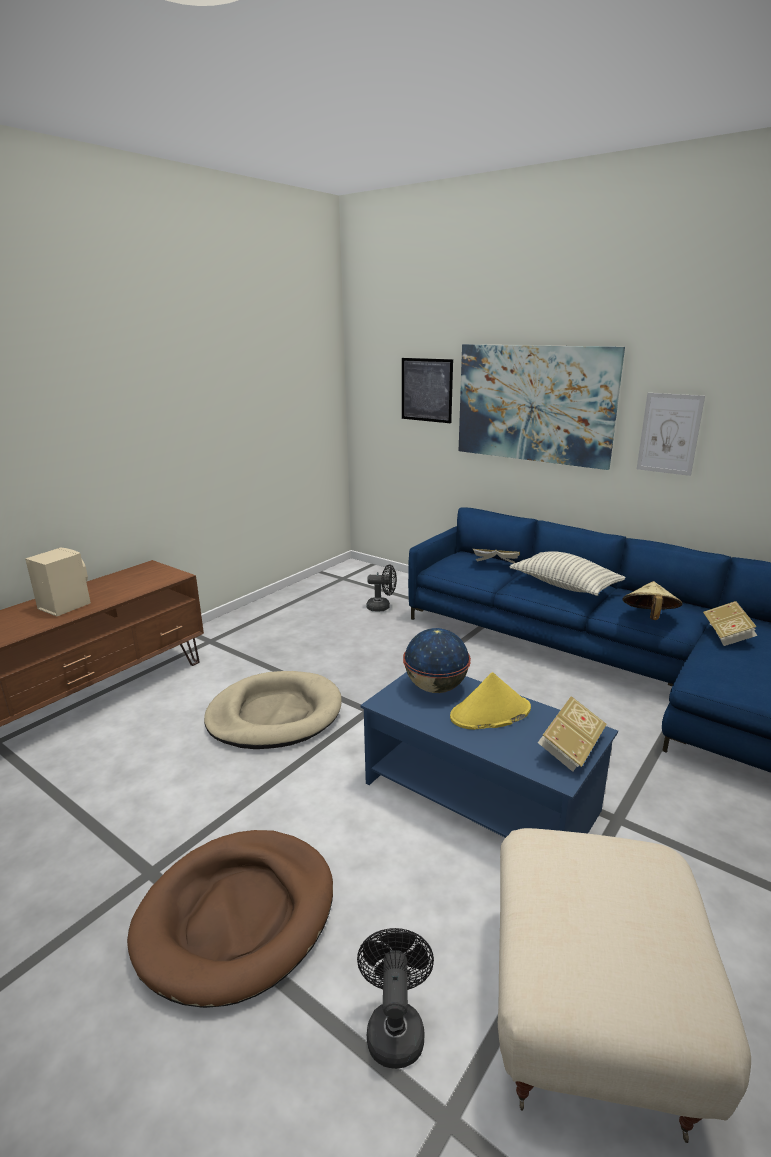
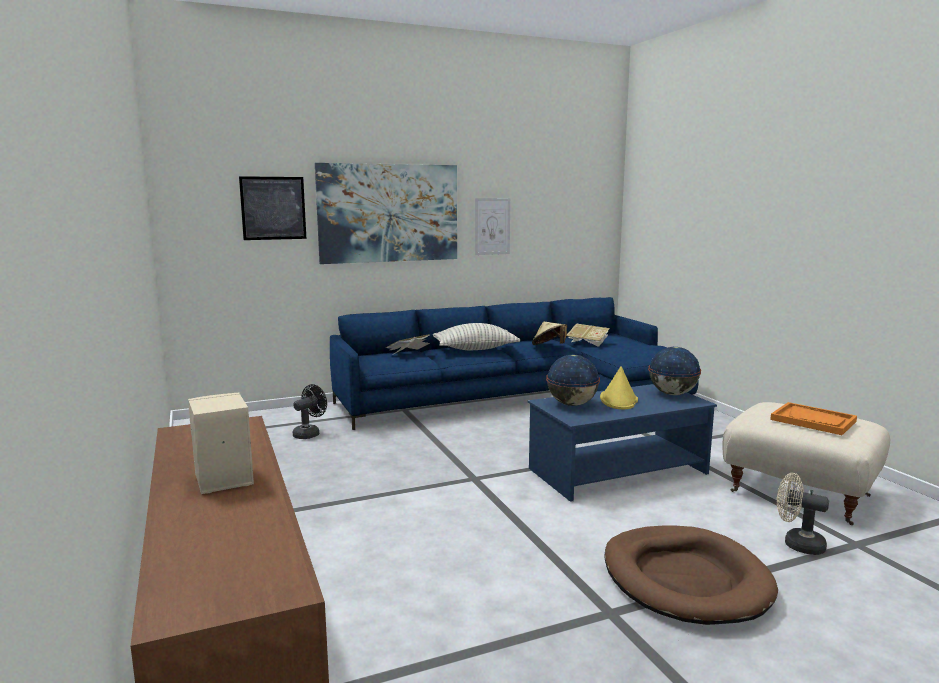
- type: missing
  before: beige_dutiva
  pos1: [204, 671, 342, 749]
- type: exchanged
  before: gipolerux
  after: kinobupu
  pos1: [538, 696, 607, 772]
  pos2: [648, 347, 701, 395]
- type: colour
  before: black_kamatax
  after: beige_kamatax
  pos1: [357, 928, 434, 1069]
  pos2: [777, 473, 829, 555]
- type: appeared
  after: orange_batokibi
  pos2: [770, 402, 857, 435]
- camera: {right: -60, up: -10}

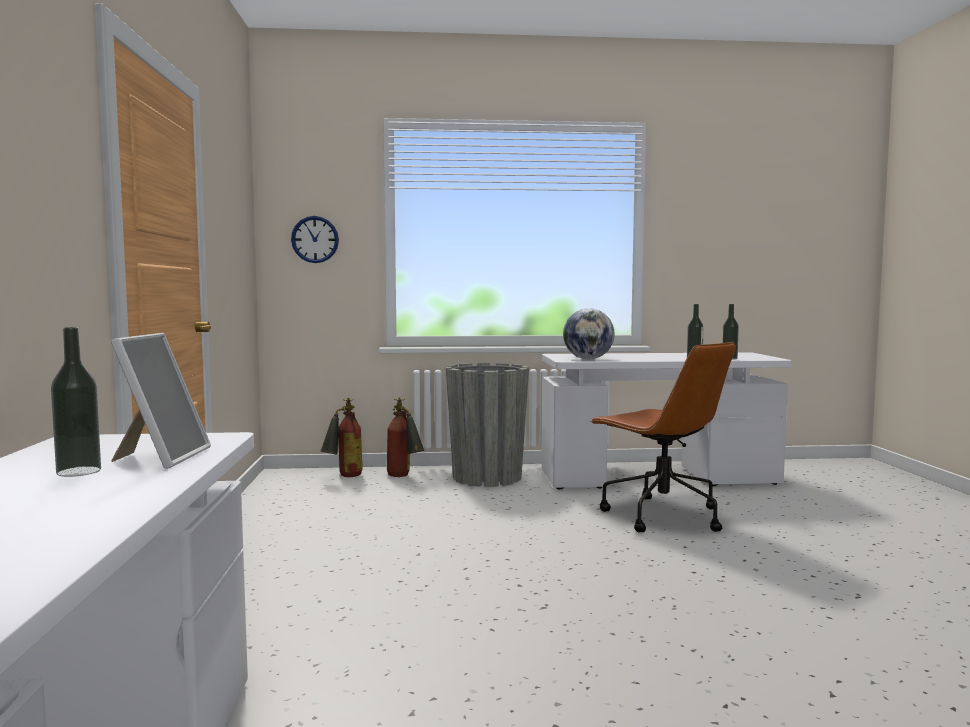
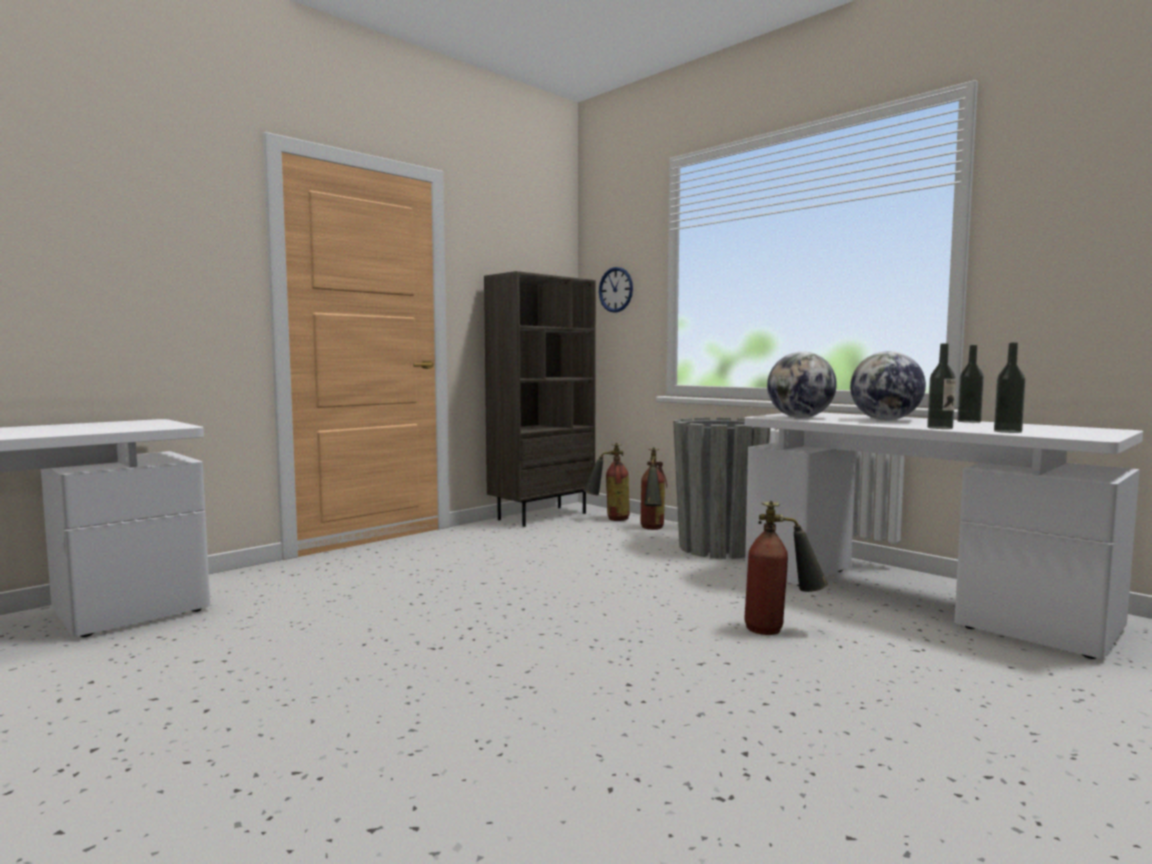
- type: relocated
  before: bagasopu
  pos1: [51, 327, 101, 477]
  pos2: [957, 345, 984, 423]
- type: missing
  before: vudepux
  pos1: [111, 333, 211, 469]
- type: exchanged
  before: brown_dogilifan
  after: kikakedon
  pos1: [590, 342, 736, 532]
  pos2: [744, 501, 828, 635]
- type: appeared
  after: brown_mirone
  pos2: [484, 271, 596, 527]
- type: appeared
  after: kinobupu
  pos2: [850, 351, 926, 420]
- camera: {right: 50, up: 0}

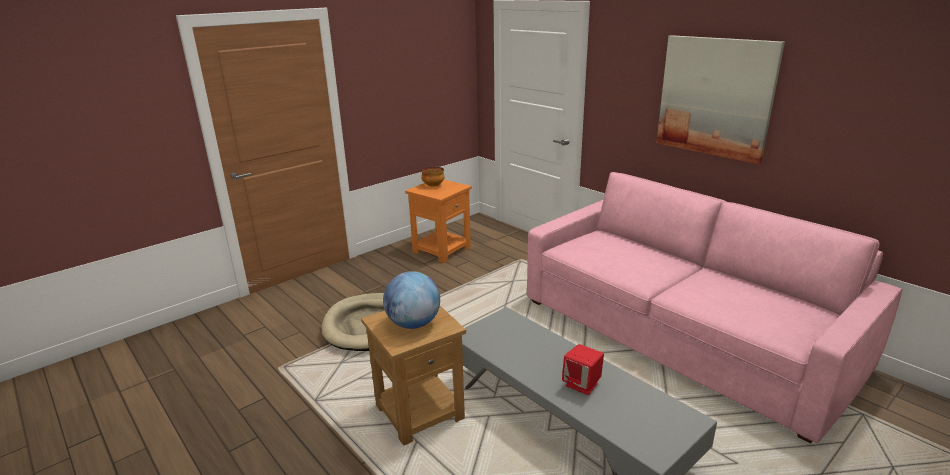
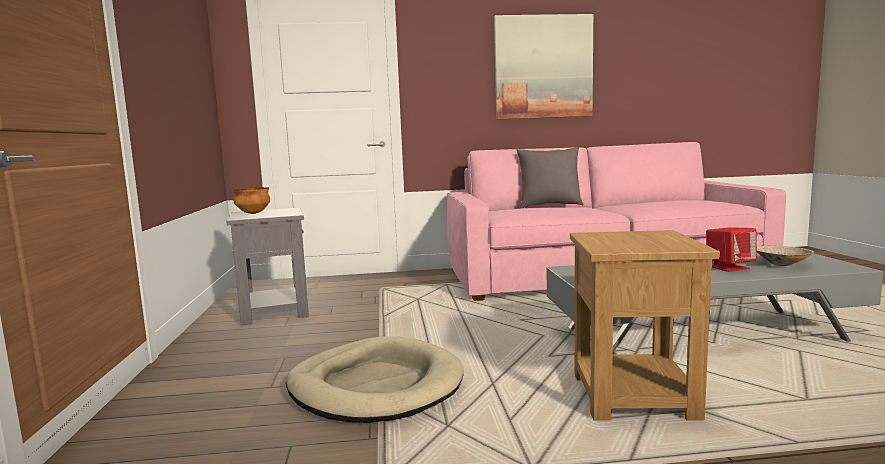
- type: colour
  before: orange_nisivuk
  after: grey_nisivuk
  pos1: [405, 180, 472, 263]
  pos2: [226, 208, 309, 325]
- type: missing
  before: kinobupu
  pos1: [383, 271, 440, 329]
- type: appeared
  after: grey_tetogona
  pos2: [517, 147, 583, 208]
- type: appeared
  after: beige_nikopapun
  pos2: [757, 246, 814, 266]
- camera: {right: -55, up: -15}

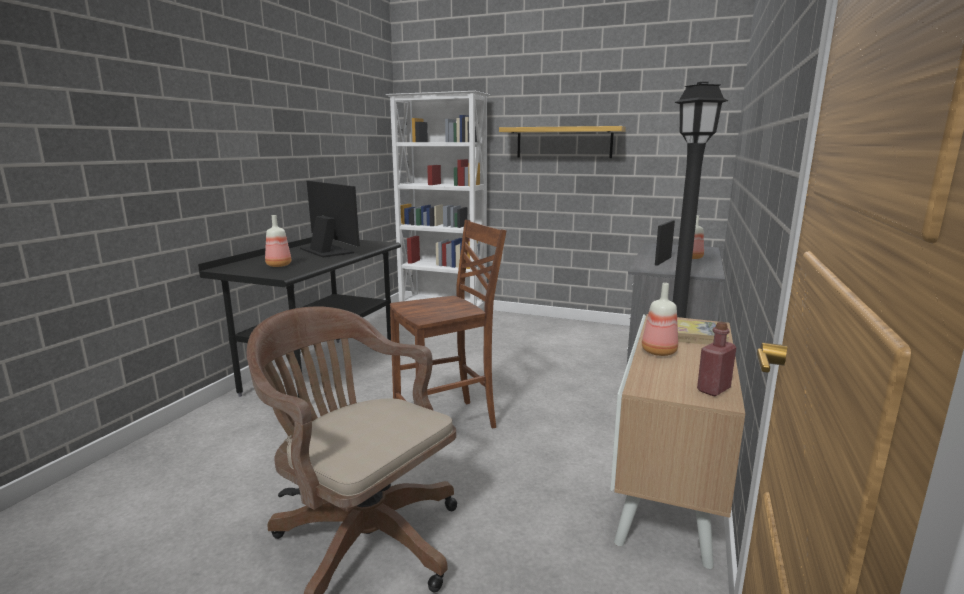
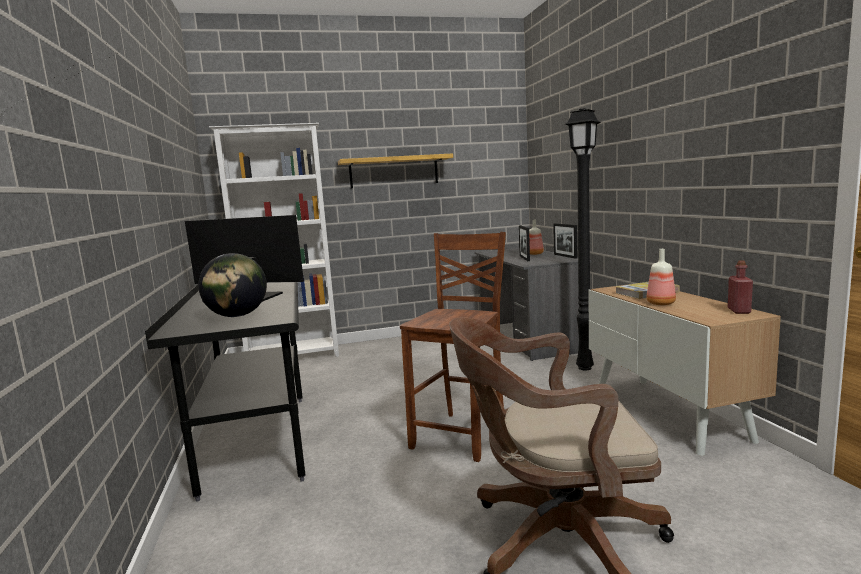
- type: exchanged
  before: bagasopu
  after: kinobupu
  pos1: [265, 215, 291, 267]
  pos2: [198, 253, 267, 317]
- type: appeared
  after: vudepux
  pos2: [553, 223, 577, 259]
- camera: {right: -35, up: -5}

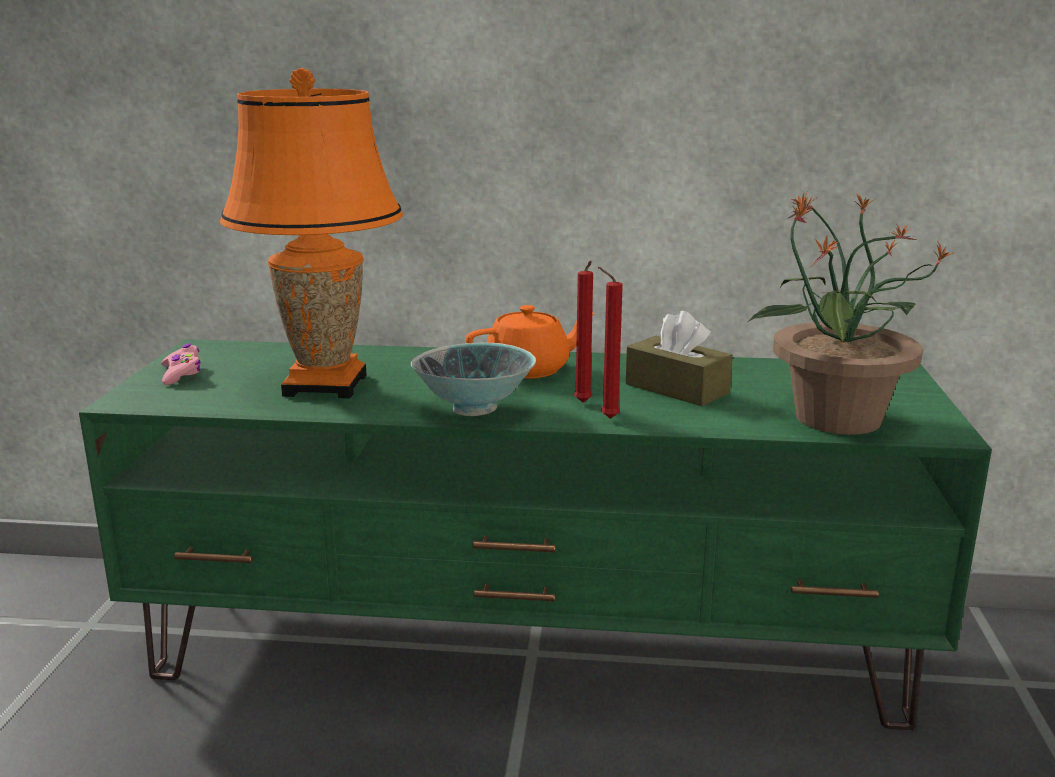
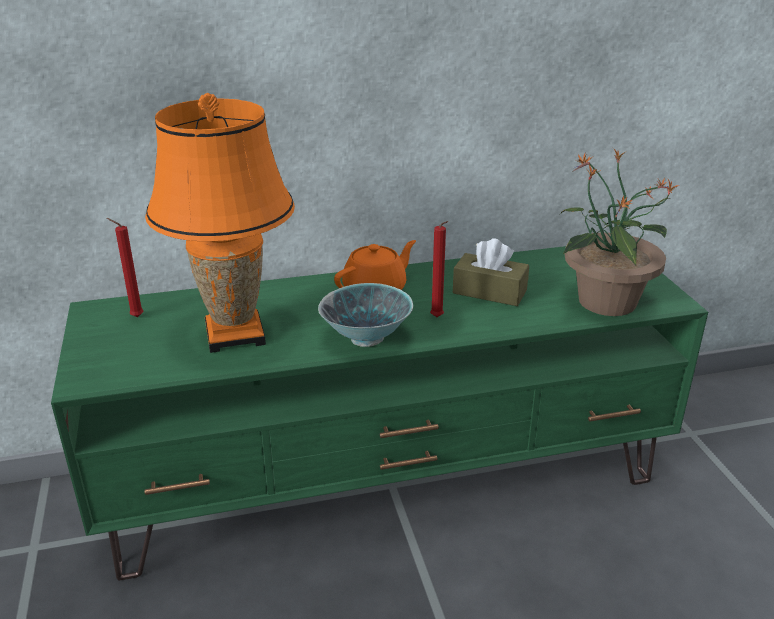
- type: relocated
  before: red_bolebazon
  pos1: [598, 267, 623, 419]
  pos2: [107, 218, 143, 317]
- type: missing
  before: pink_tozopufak
  pos1: [161, 343, 201, 385]
- camera: {right: -20, up: 10}

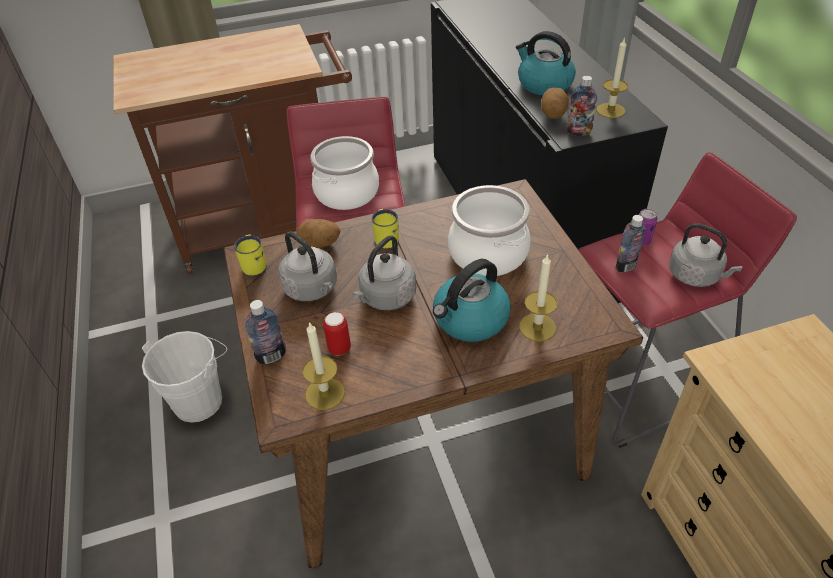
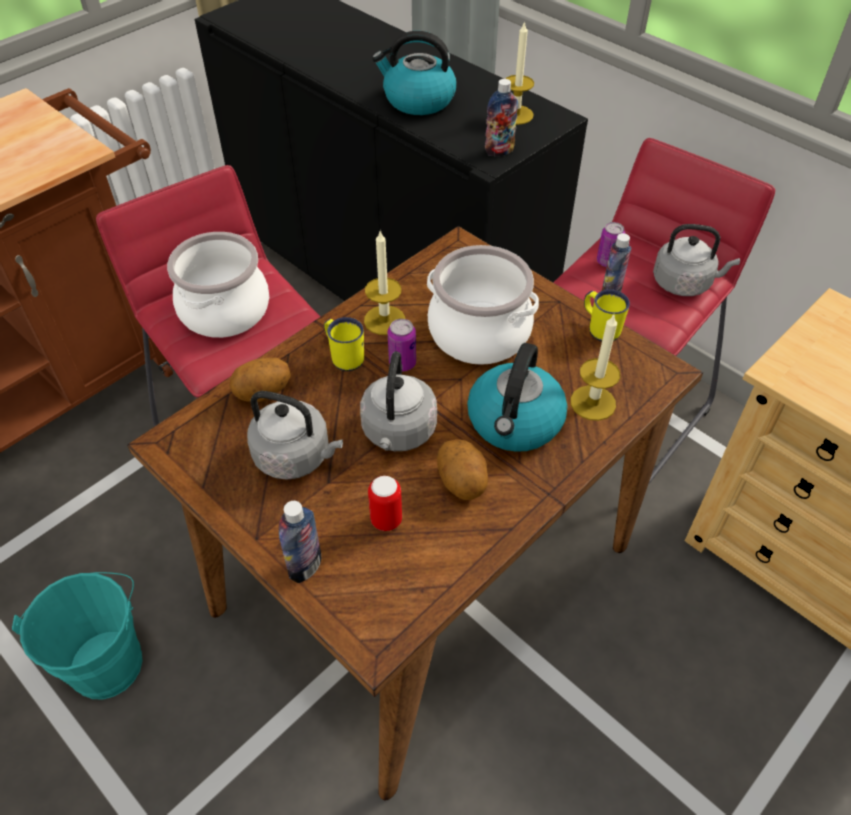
- type: relocated
  before: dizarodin
  pos1: [541, 87, 569, 119]
  pos2: [437, 439, 488, 500]
- type: relocated
  before: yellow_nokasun
  pos1: [234, 234, 267, 277]
  pos2: [584, 289, 630, 342]
- type: relocated
  before: bolebazon
  pos1: [302, 322, 345, 410]
  pos2: [364, 231, 405, 335]
- type: colour
  before: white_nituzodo
  after: turquoise_nituzodo
  pos1: [142, 331, 227, 423]
  pos2: [12, 572, 142, 699]
- type: appeared
  after: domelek
  pos2: [388, 319, 416, 372]
- camera: {right: -30, up: 5}

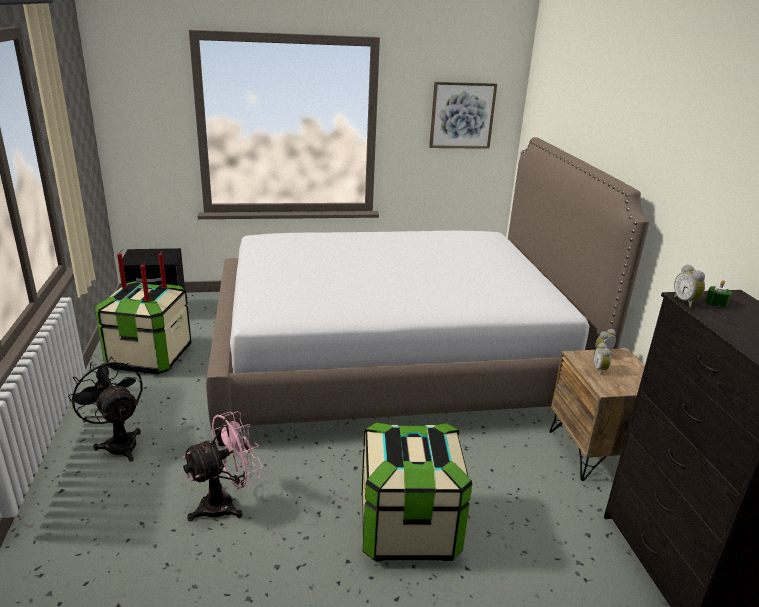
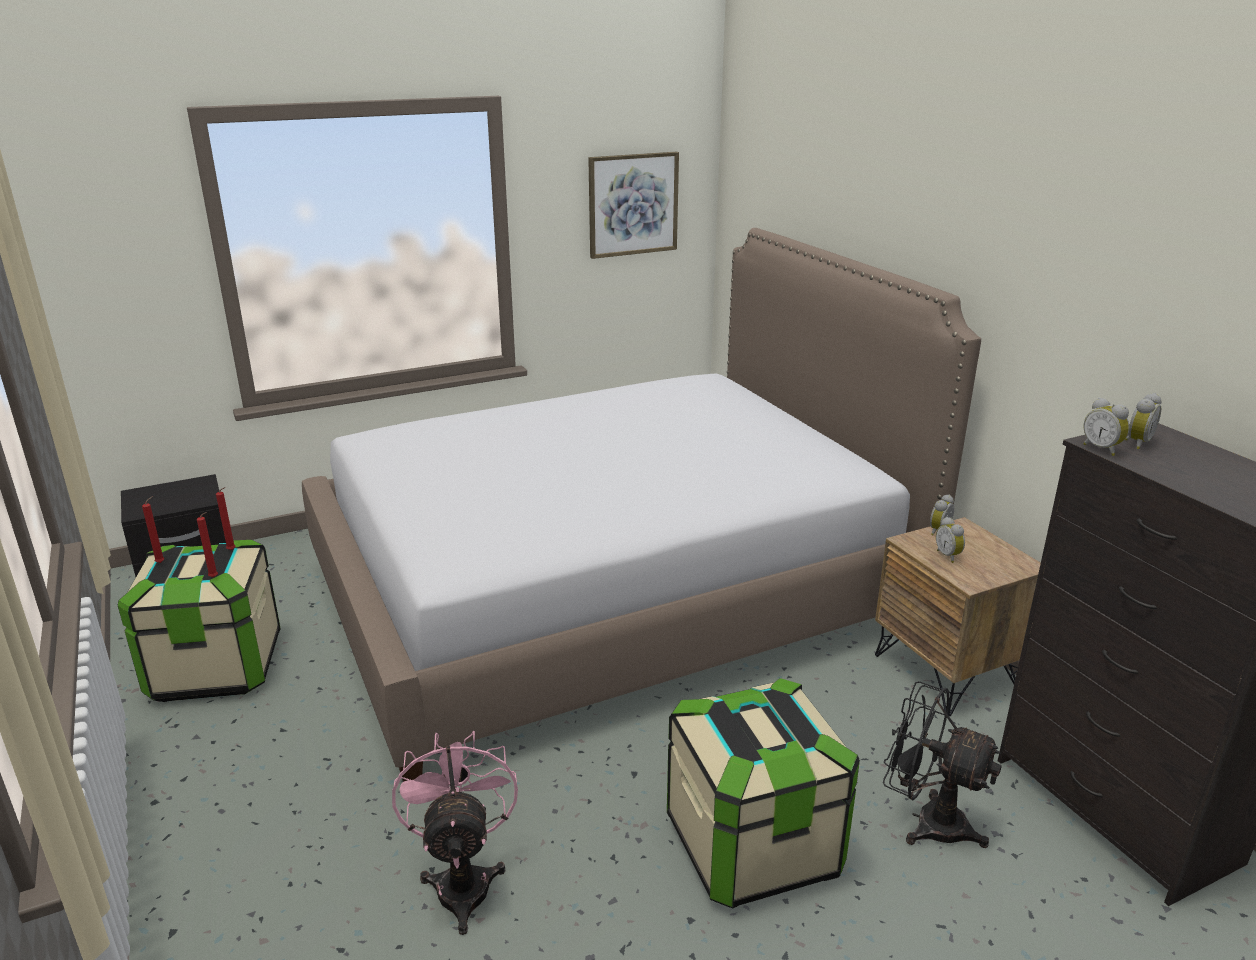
- type: exchanged
  before: green_bolebazon
  after: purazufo
  pos1: [705, 280, 732, 307]
  pos2: [1125, 393, 1162, 449]
- type: relocated
  before: black_kamatax
  pos1: [68, 357, 142, 462]
  pos2: [883, 681, 1002, 848]
- type: spun
  before: pink_kamatax
  pos1: [182, 411, 263, 521]
  pos2: [392, 731, 518, 935]
  turn: -45
- camera: {right: -15, up: 0}

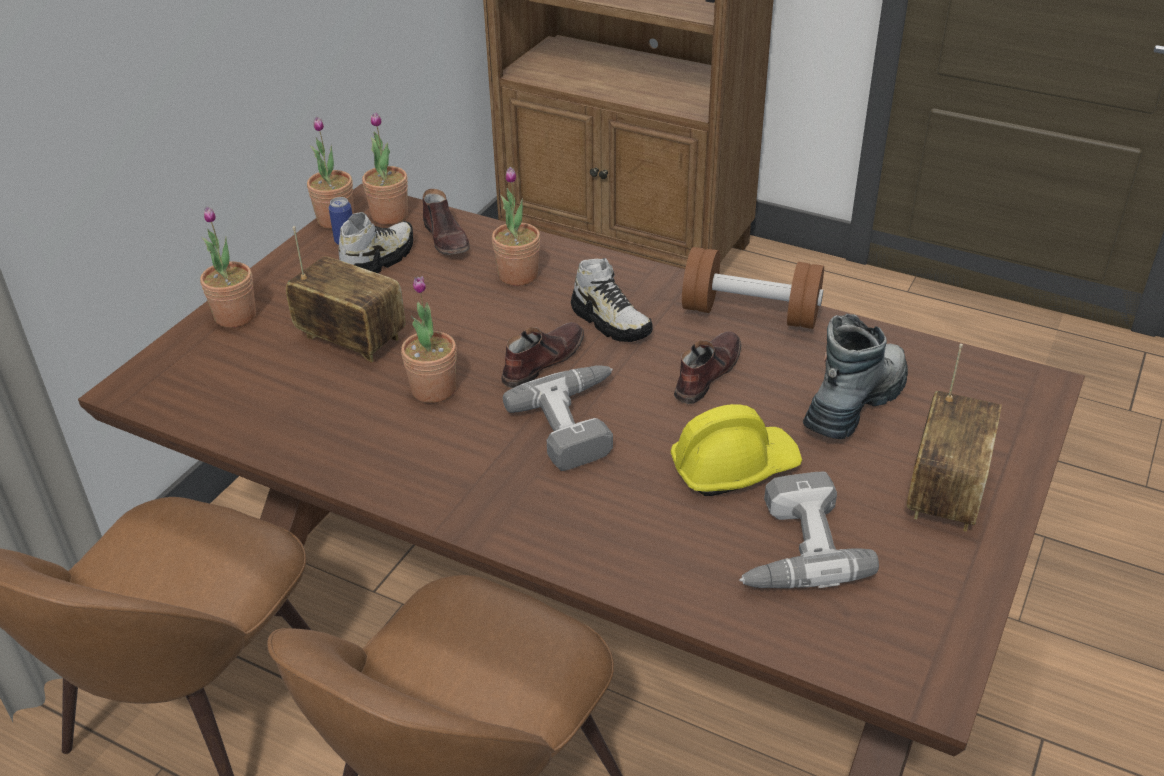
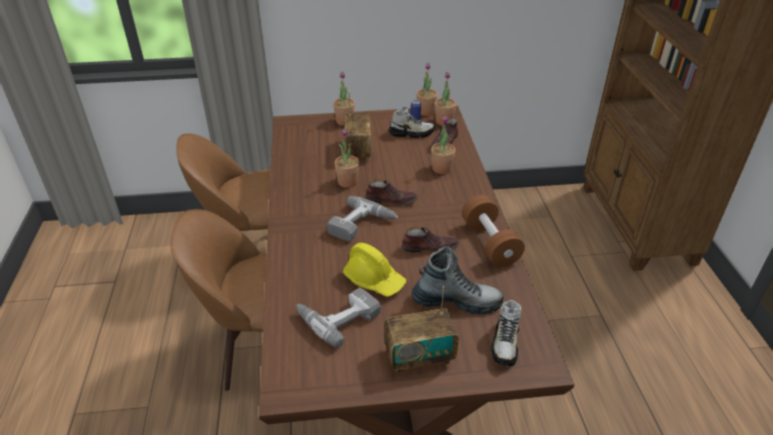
- type: relocated
  before: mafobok
  pos1: [571, 258, 653, 342]
  pos2: [491, 300, 522, 366]
- camera: {right: 55, up: 0}

